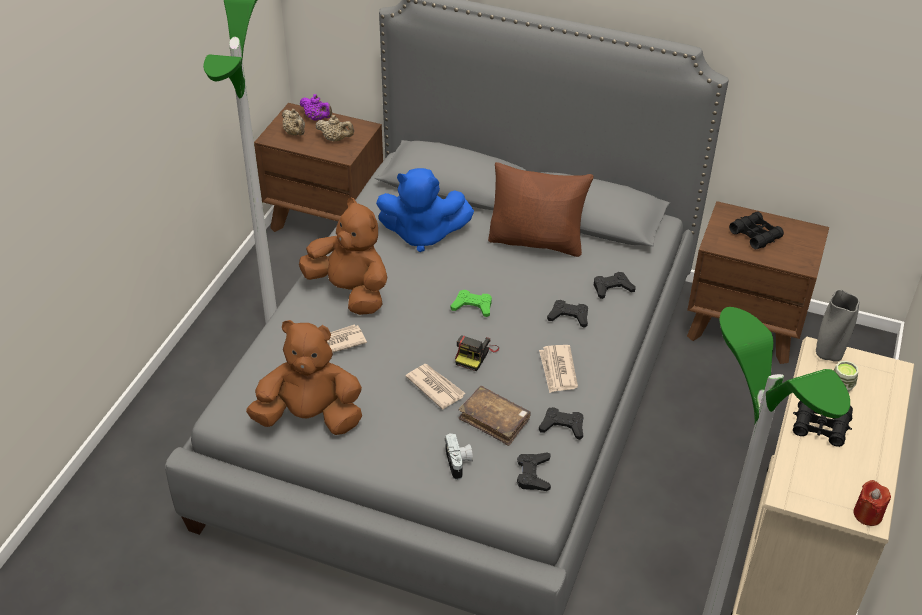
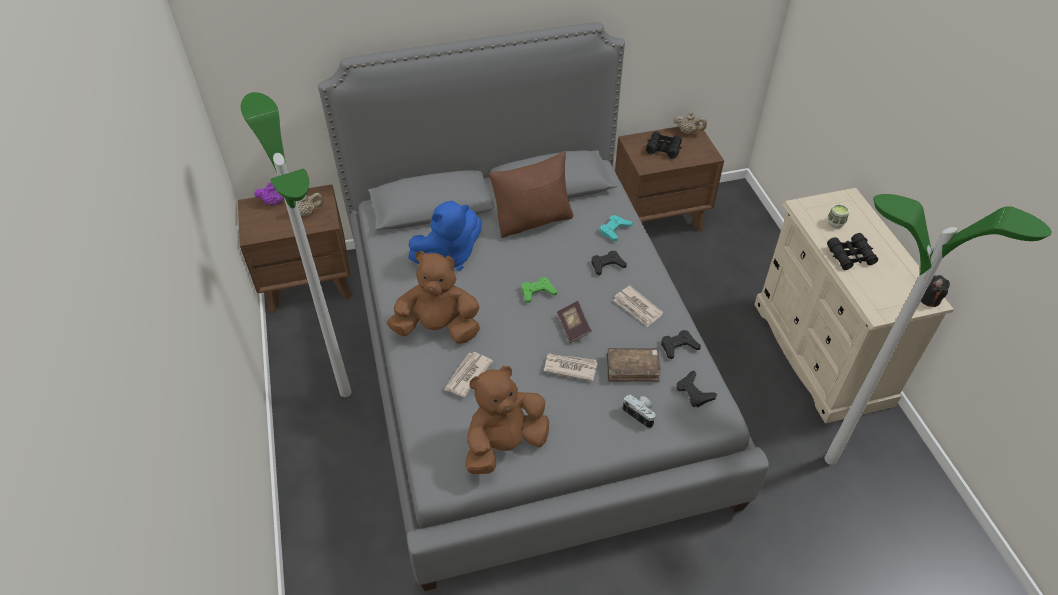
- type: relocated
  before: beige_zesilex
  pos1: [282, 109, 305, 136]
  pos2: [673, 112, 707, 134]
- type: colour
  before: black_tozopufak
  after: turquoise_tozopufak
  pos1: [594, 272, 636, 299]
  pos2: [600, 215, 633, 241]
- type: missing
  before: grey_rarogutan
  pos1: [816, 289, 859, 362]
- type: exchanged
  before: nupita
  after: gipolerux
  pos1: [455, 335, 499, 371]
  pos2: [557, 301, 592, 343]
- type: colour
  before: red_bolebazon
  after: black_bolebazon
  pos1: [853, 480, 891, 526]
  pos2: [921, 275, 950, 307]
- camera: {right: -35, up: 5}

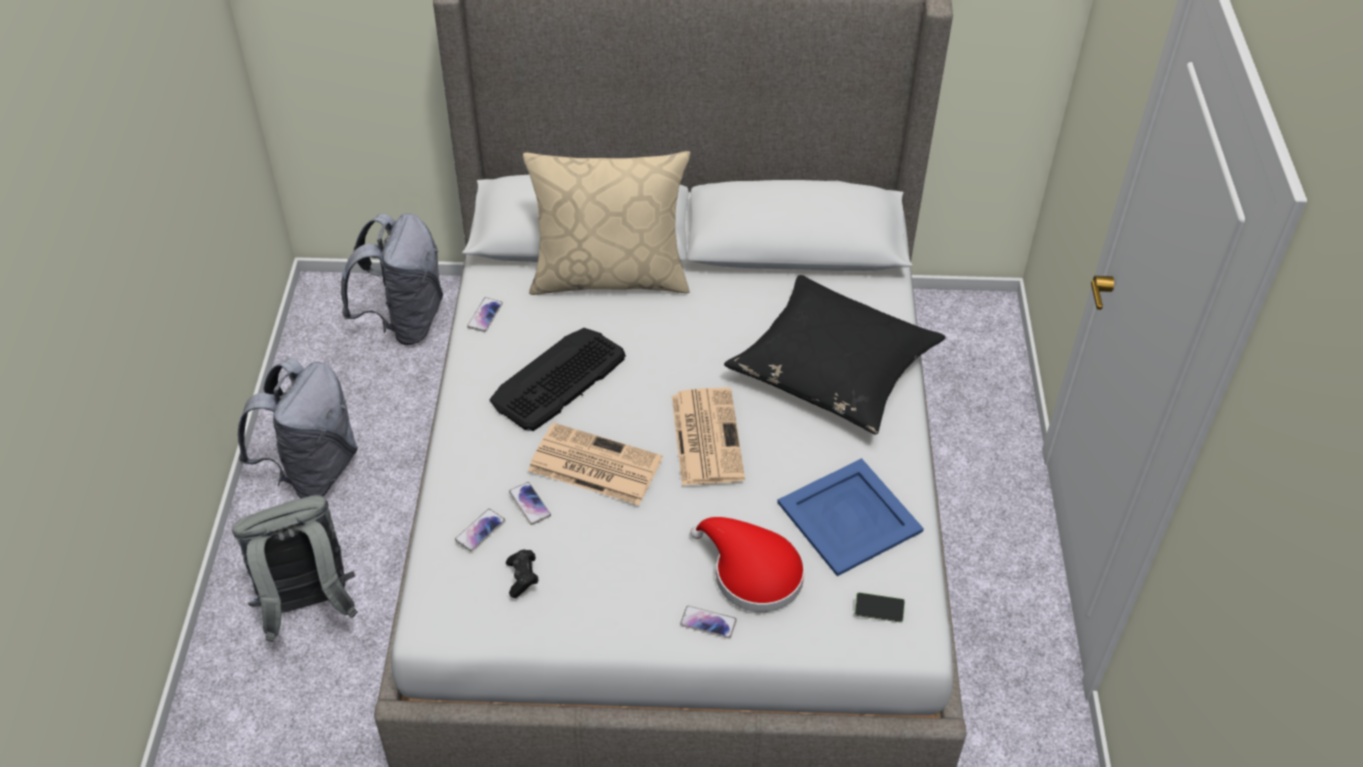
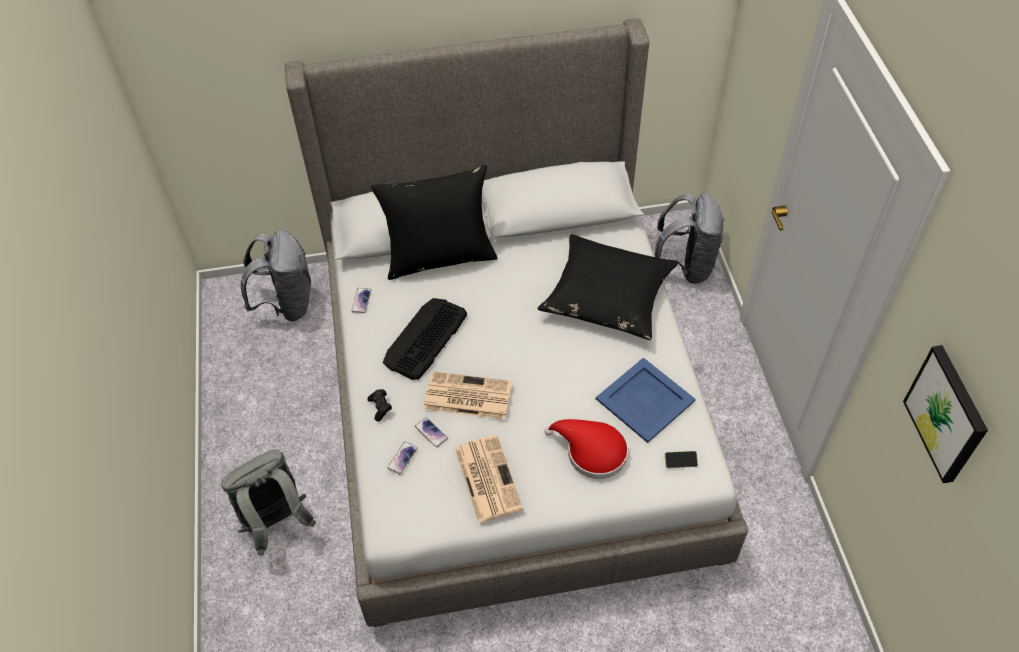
- type: colour
  before: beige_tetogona
  after: black_tetogona
  pos1: [523, 151, 690, 295]
  pos2: [371, 165, 498, 280]
- type: relocated
  before: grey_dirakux
  pos1: [238, 358, 358, 498]
  pos2: [655, 193, 725, 284]
- type: relocated
  before: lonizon
  pos1: [672, 388, 745, 486]
  pos2: [455, 435, 523, 523]
- type: relocated
  before: black_tozopufak
  pos1: [506, 550, 538, 598]
  pos2: [368, 389, 392, 421]
- type: missing
  before: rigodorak
  pos1: [680, 606, 737, 638]
- type: appeared
  after: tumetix
  pos2: [903, 345, 988, 483]
- camera: {right: -10, up: 5}

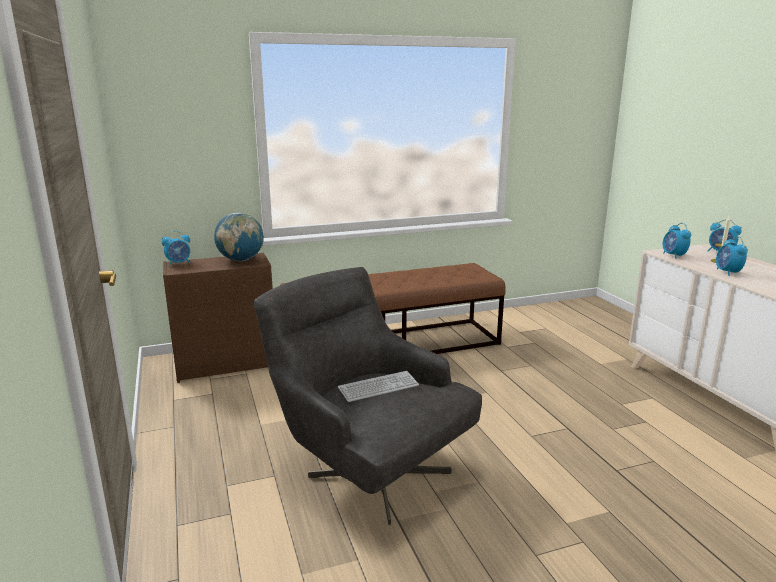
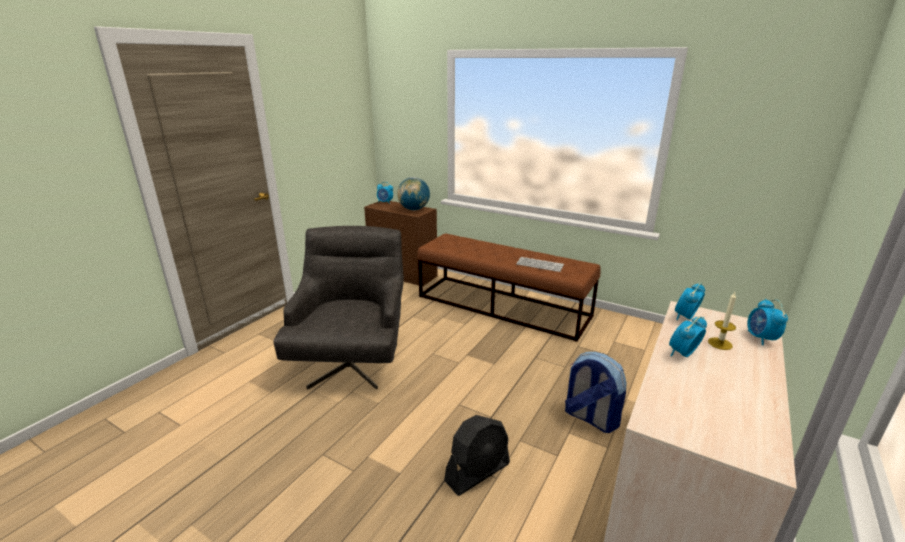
- type: relocated
  before: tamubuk
  pos1: [338, 371, 419, 402]
  pos2: [516, 257, 564, 272]
- type: appeared
  after: dirakux
  pos2: [565, 352, 627, 433]
- type: appeared
  after: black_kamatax
  pos2: [444, 415, 510, 496]
- camera: {right: 50, up: 5}

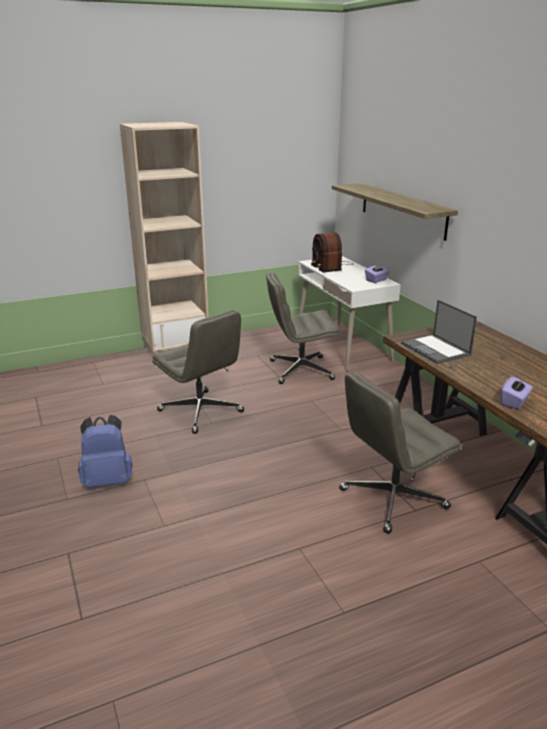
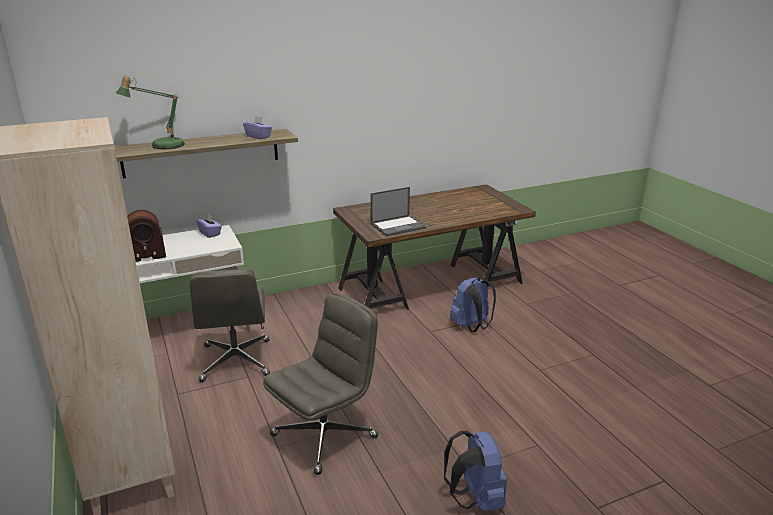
- type: exchanged
  before: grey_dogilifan
  after: blue_dirakux
  pos1: [339, 372, 461, 533]
  pos2: [450, 277, 496, 332]
- type: relocated
  before: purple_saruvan
  pos1: [500, 377, 533, 410]
  pos2: [243, 116, 272, 139]
- type: appeared
  after: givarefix
  pos2: [116, 76, 185, 149]
- camera: {right: -90, up: 0}

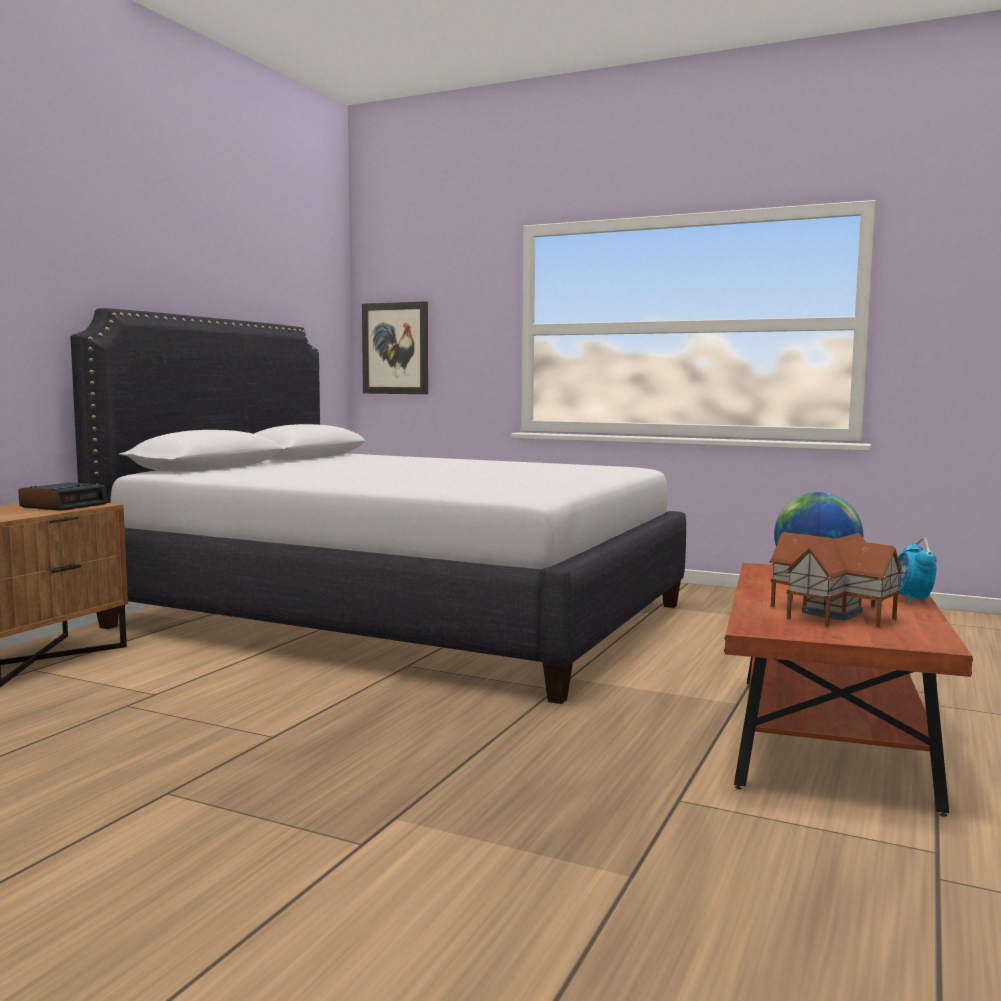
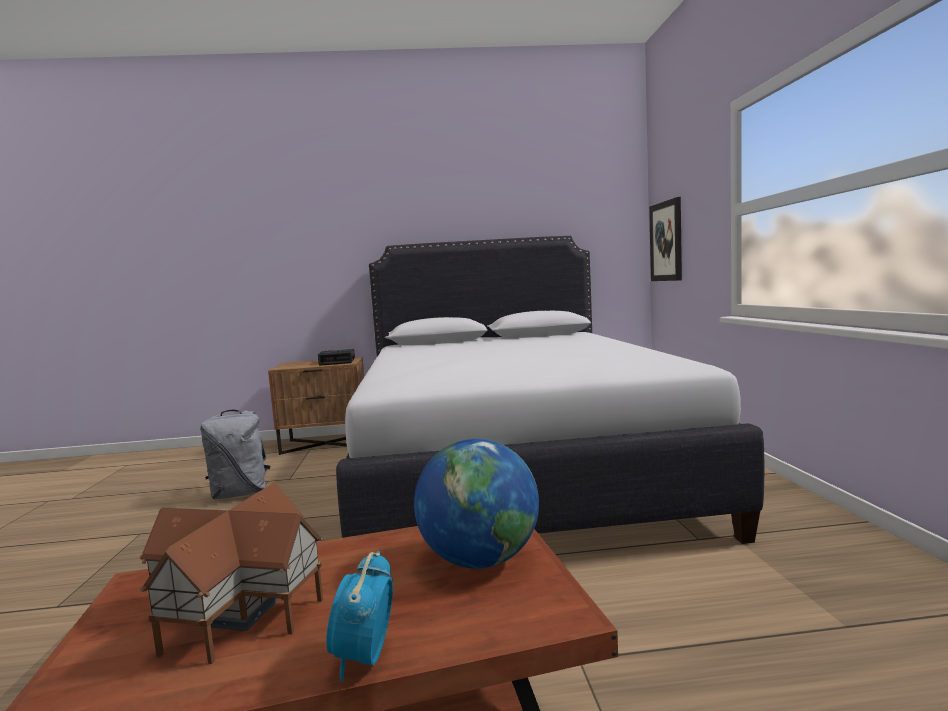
- type: spun
  before: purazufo
  pos1: [898, 538, 937, 604]
  pos2: [326, 551, 393, 681]
  turn: -60
- type: appeared
  after: grey_dirakux
  pos2: [200, 409, 270, 499]
- camera: {right: 60, up: 0}

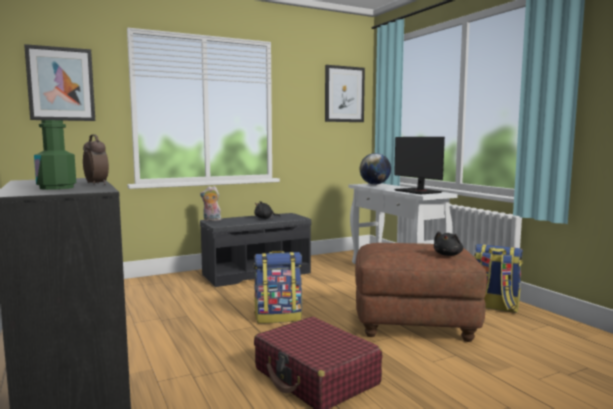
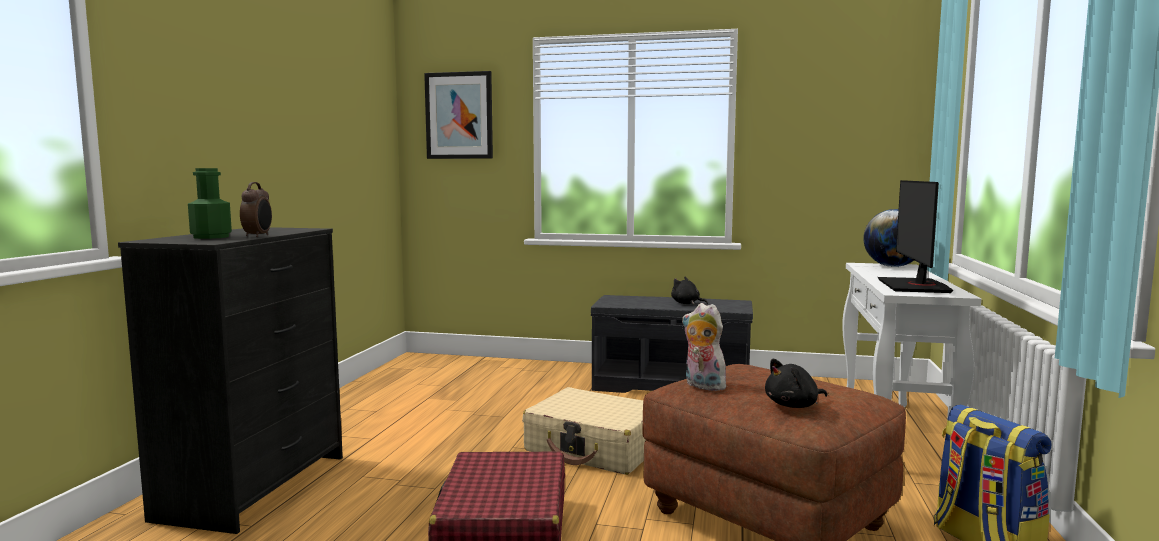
- type: missing
  before: tumetix
  pos1: [325, 65, 365, 122]
- type: relocated
  before: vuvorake
  pos1: [200, 186, 221, 221]
  pos2: [682, 303, 726, 391]
- type: exchanged
  before: dirakux
  after: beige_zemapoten
  pos1: [254, 251, 302, 323]
  pos2: [522, 387, 646, 475]
- camera: {right: 40, up: 0}

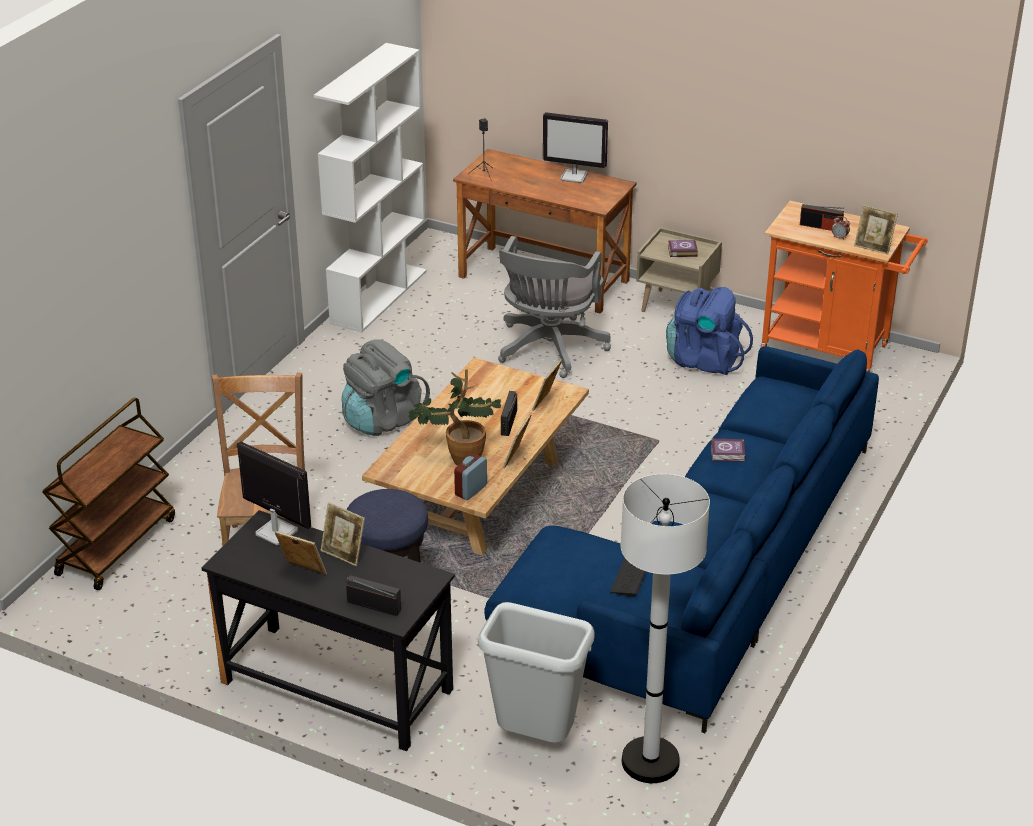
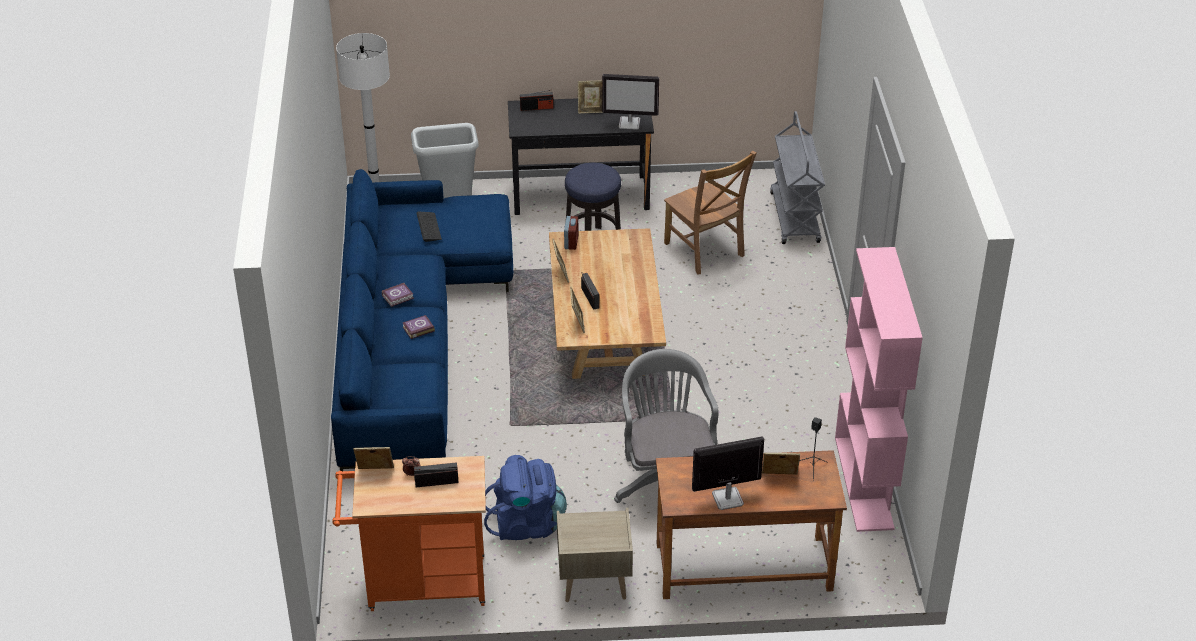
- type: colour
  before: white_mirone
  after: pink_mirone
  pos1: [314, 43, 427, 333]
  pos2: [835, 247, 923, 532]
- type: relocated
  before: gipolerux
  pos1: [668, 240, 698, 257]
  pos2: [382, 283, 414, 307]
- type: missing
  before: grey_dirakux
  pos1: [342, 340, 430, 436]
- type: missing
  before: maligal
  pos1: [408, 369, 501, 466]
- type: colour
  before: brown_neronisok
  after: grey_neronisok
  pos1: [42, 397, 175, 590]
  pos2: [770, 111, 825, 244]
- type: relocated
  before: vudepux
  pos1: [320, 502, 365, 566]
  pos2: [762, 453, 800, 474]
- camera: {right: 150, up: 5}

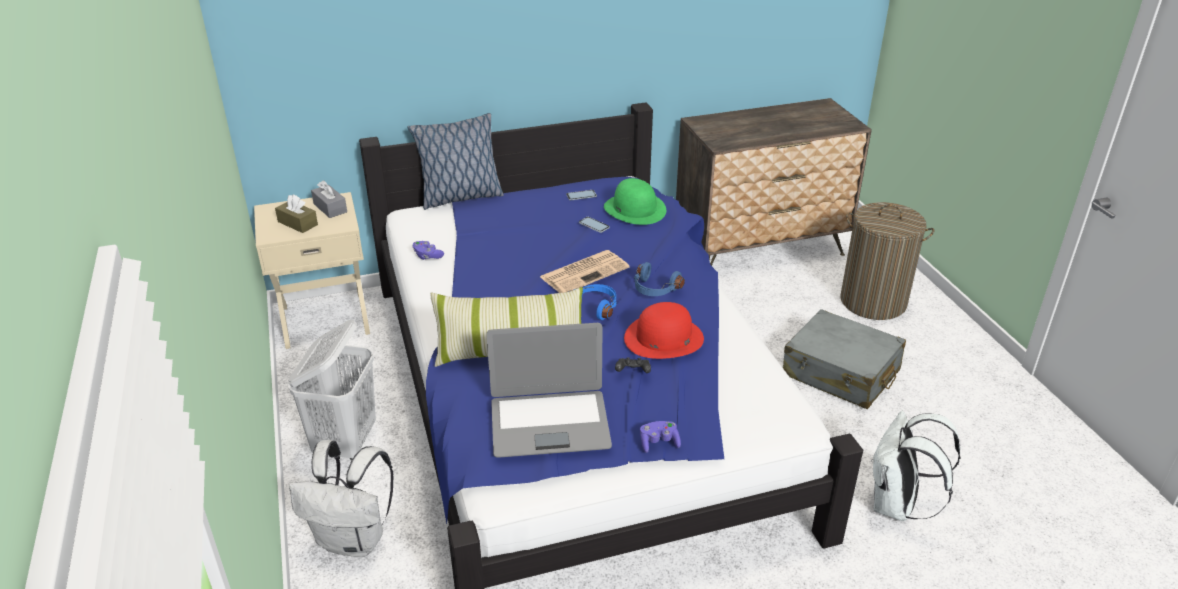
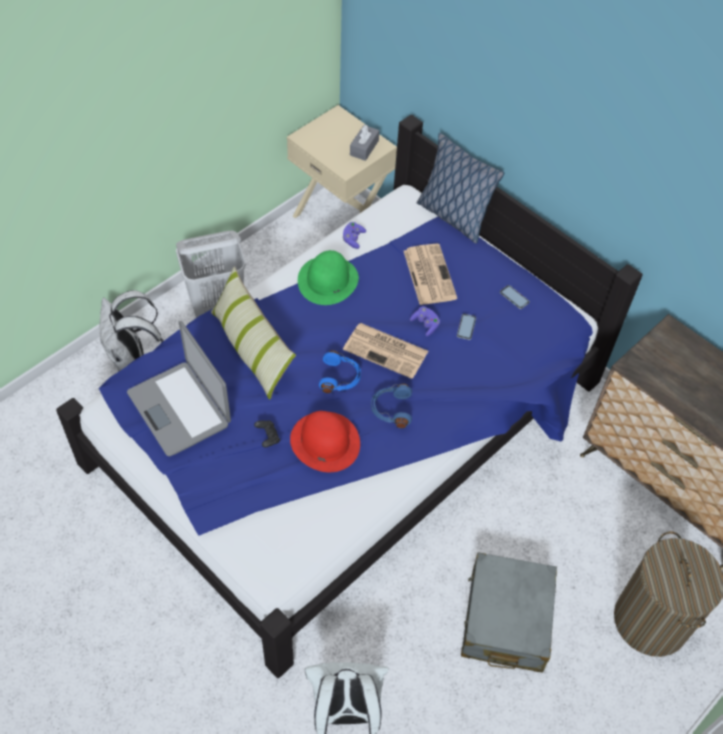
- type: relocated
  before: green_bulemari
  pos1: [604, 178, 666, 225]
  pos2: [298, 250, 359, 305]
- type: missing
  before: brown_saruvan
  pos1: [275, 194, 318, 233]
- type: relocated
  before: purple_tozopufak
  pos1: [640, 421, 681, 453]
  pos2: [410, 306, 440, 336]
- type: appeared
  after: lonizon
  pos2: [404, 244, 457, 305]
- camera: {right: 60, up: 20}

